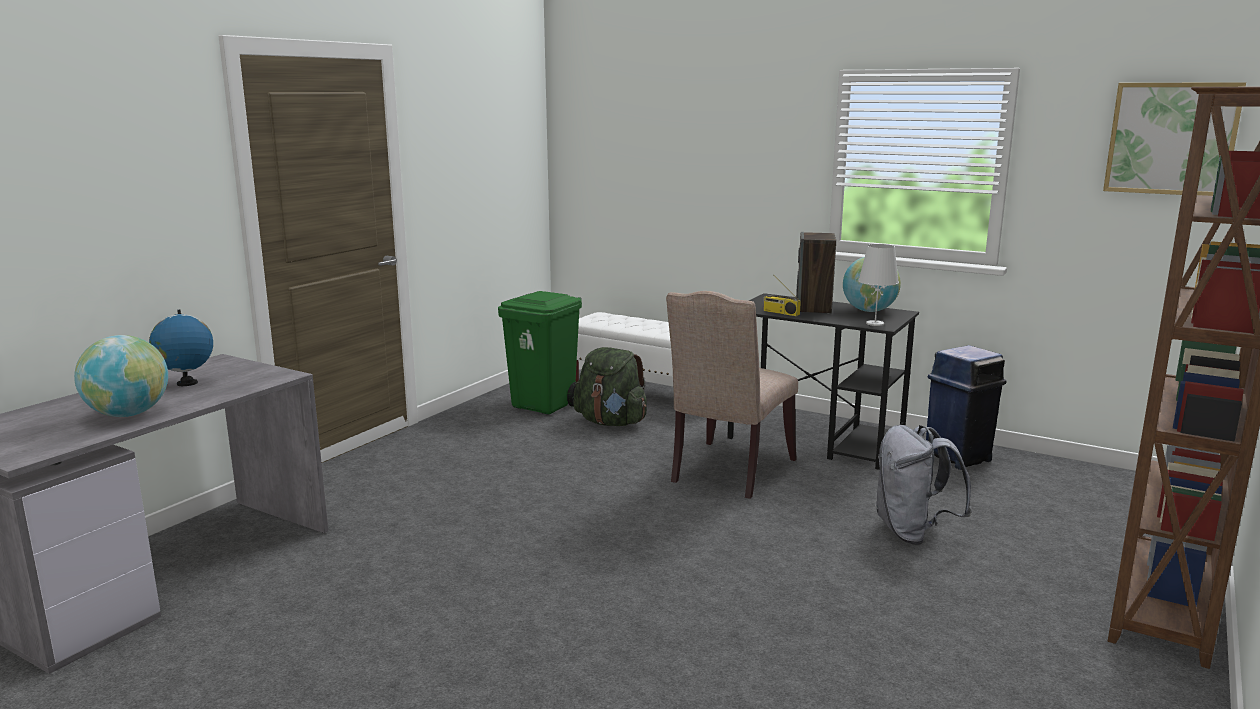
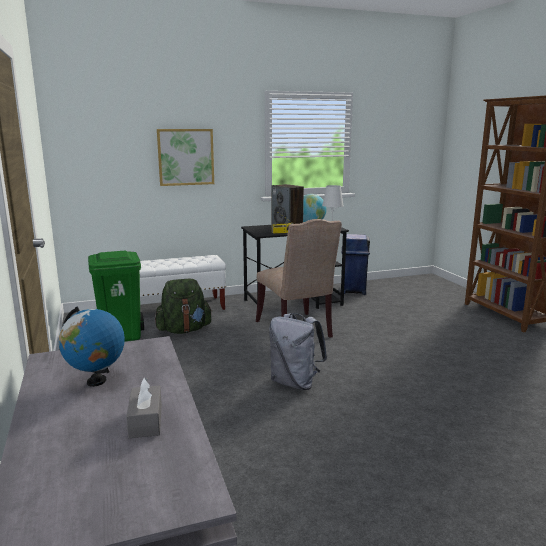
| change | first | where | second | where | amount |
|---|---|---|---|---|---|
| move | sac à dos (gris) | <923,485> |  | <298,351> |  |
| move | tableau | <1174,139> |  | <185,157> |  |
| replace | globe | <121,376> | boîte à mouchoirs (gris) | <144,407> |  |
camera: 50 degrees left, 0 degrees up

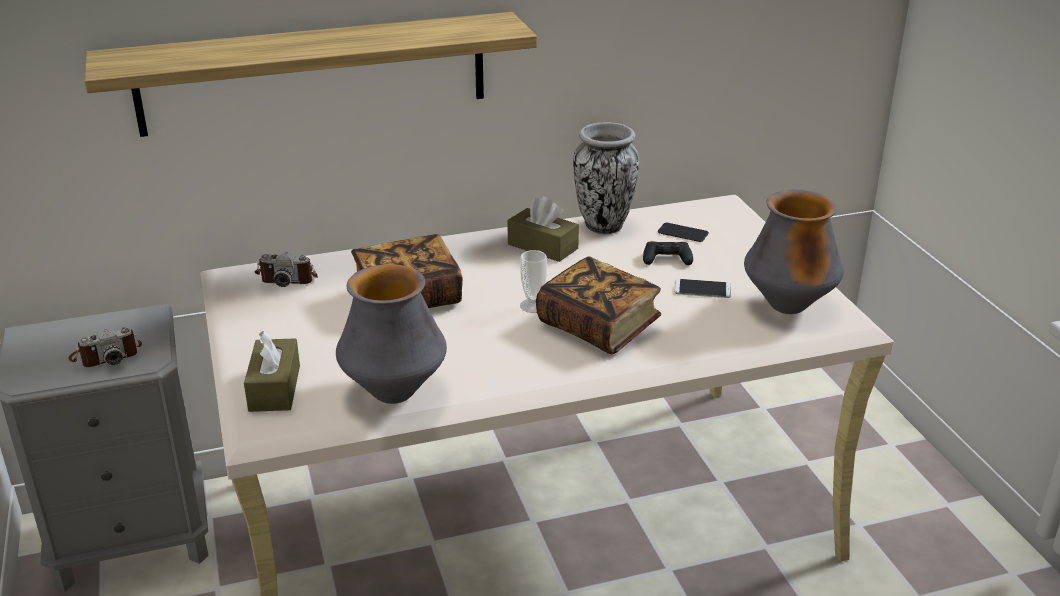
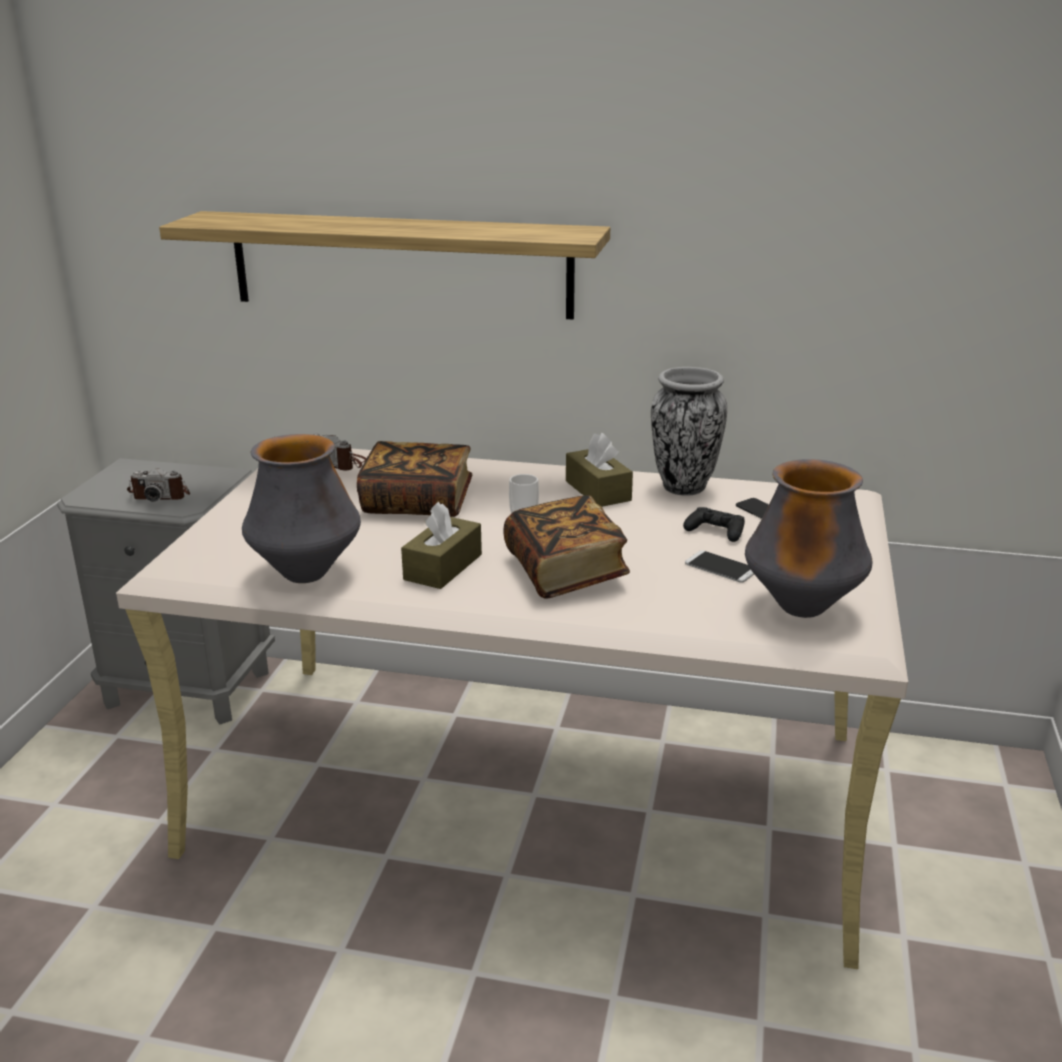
| change | first | where | second | where | amount |
|---|---|---|---|---|---|
| move | boîte à mouchoirs (marron) | <272,371> |  | <441,545> |  |
camera: 30 degrees right, 5 degrees down

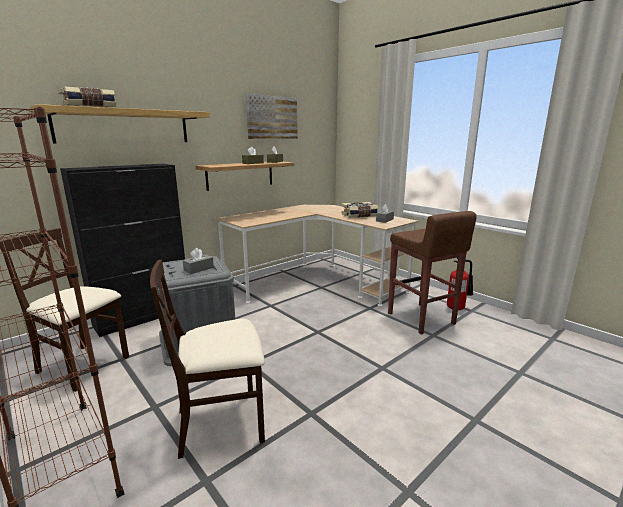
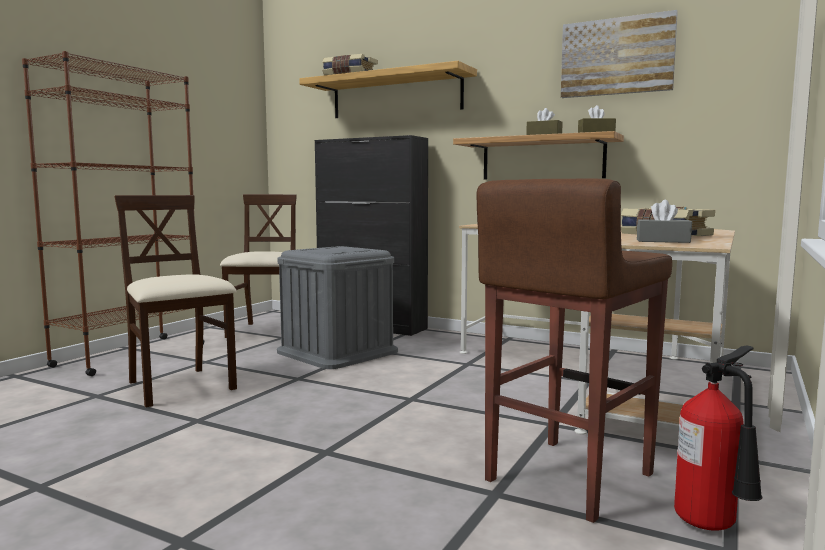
| change | first | where | second | where | amount |
|---|---|---|---|---|---|
| delete | boîte à mouchoirs (gris) | <198,261> |  |  |  |
camera: 70 degrees right, 10 degrees down

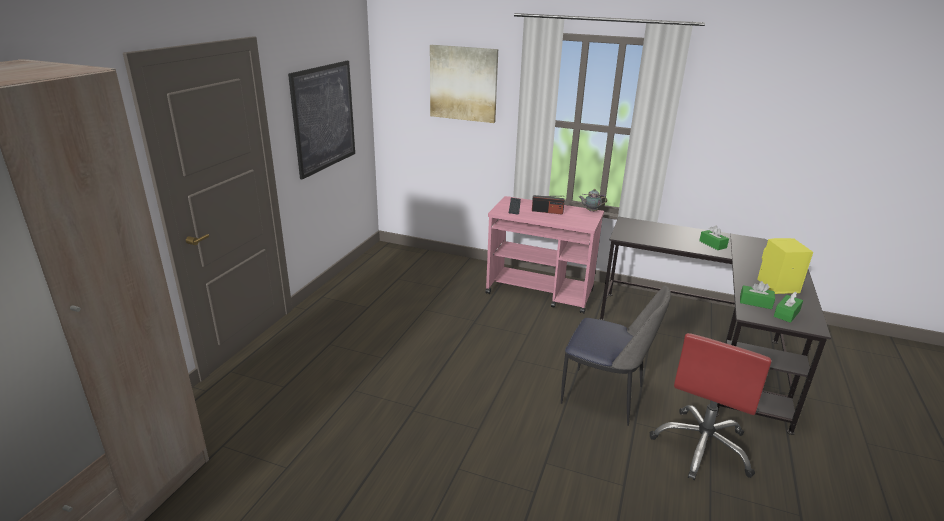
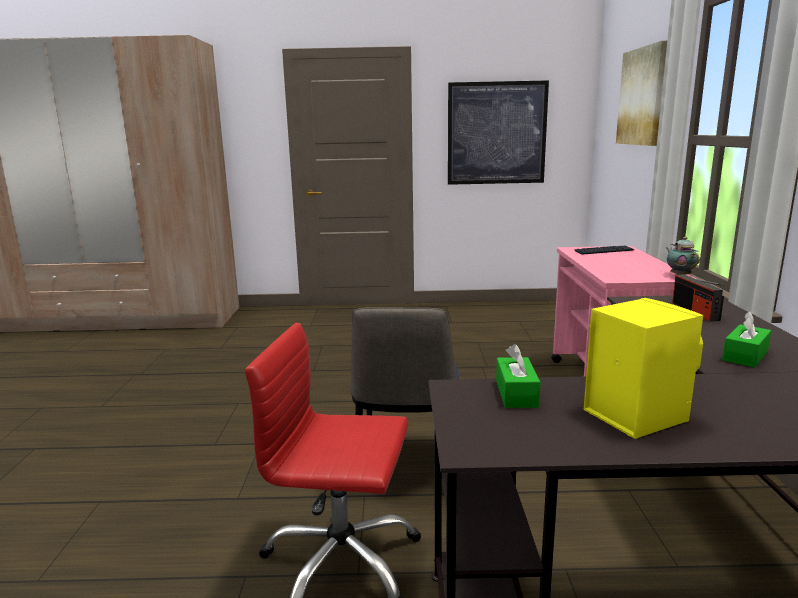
| change | first | where | second | where | amount |
|---|---|---|---|---|---|
| delete | boîte à mouchoirs (vert) | <788,307> |  |  |  |
| move | radio | <548,205> |  | <698,298> |  |
camera: 70 degrees right, 10 degrees down

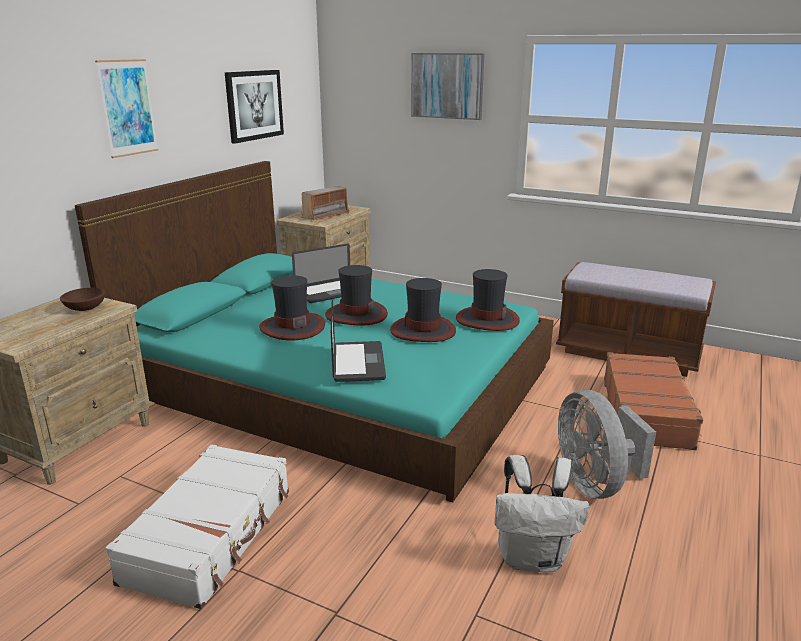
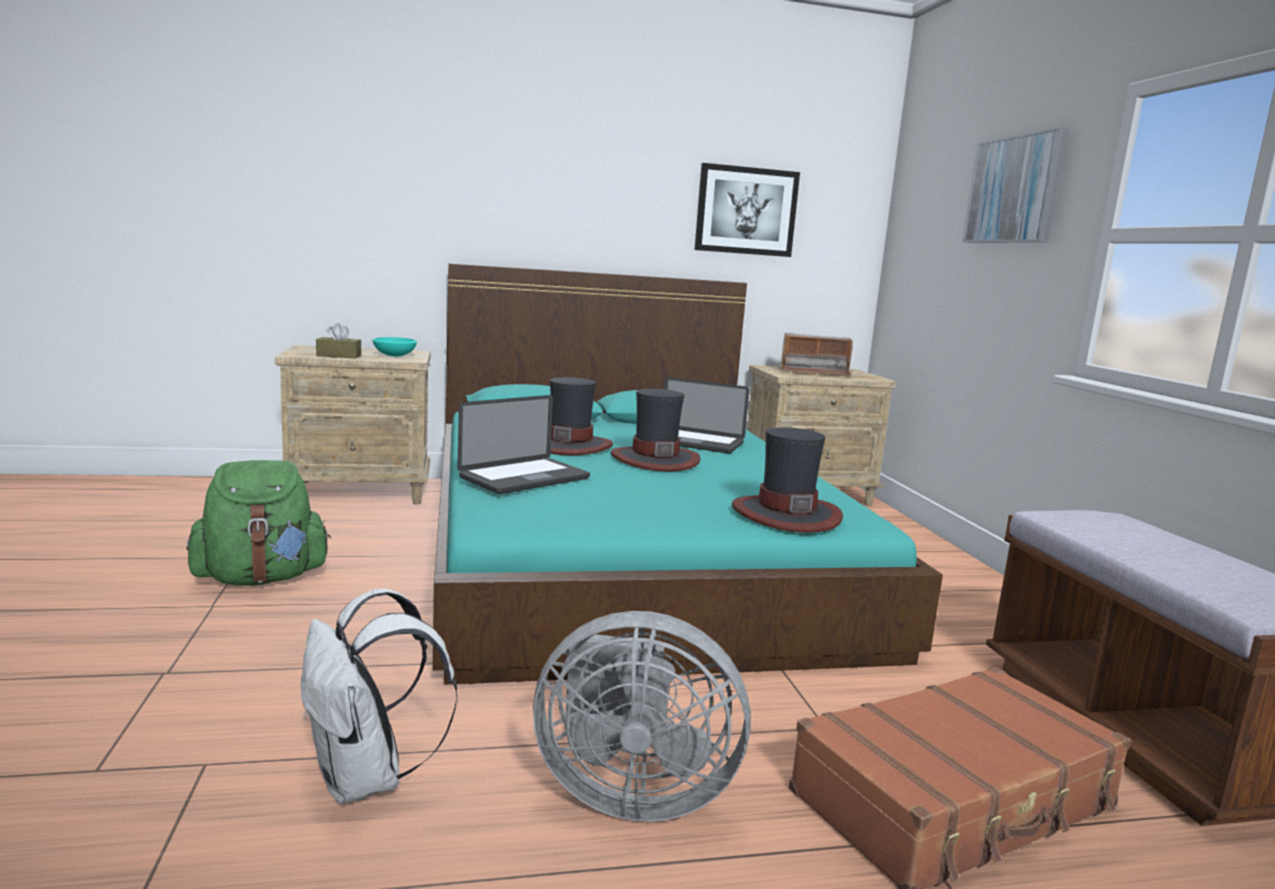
| change | first | where | second | where | amount |
|---|---|---|---|---|---|
| delete | tableau | <126,108> |  |  |  |
| delete | chapeau | <423,310> |  |  |  |
| insert |  |  | boîte à mouchoirs (marron) | <338,341> |  |
| replace | valise (blanc) | <197,526> | sac à dos (vert) | <258,523> |  |
| recolor | bol (marron) | <82,299> | bol (turquoise) | <394,346> |  |
| rotate | ventilateur (gris) | <607,444> |  | <642,716> | 120 degrees counterclockwise |
camera: 50 degrees right, 10 degrees down

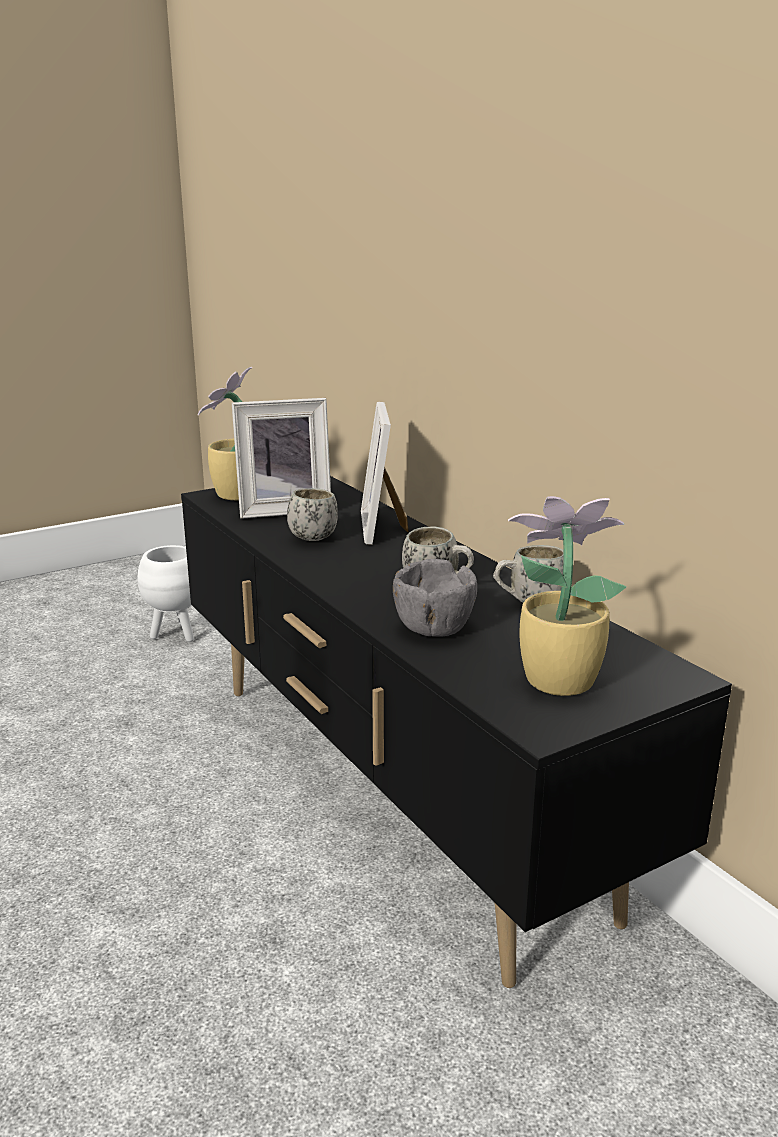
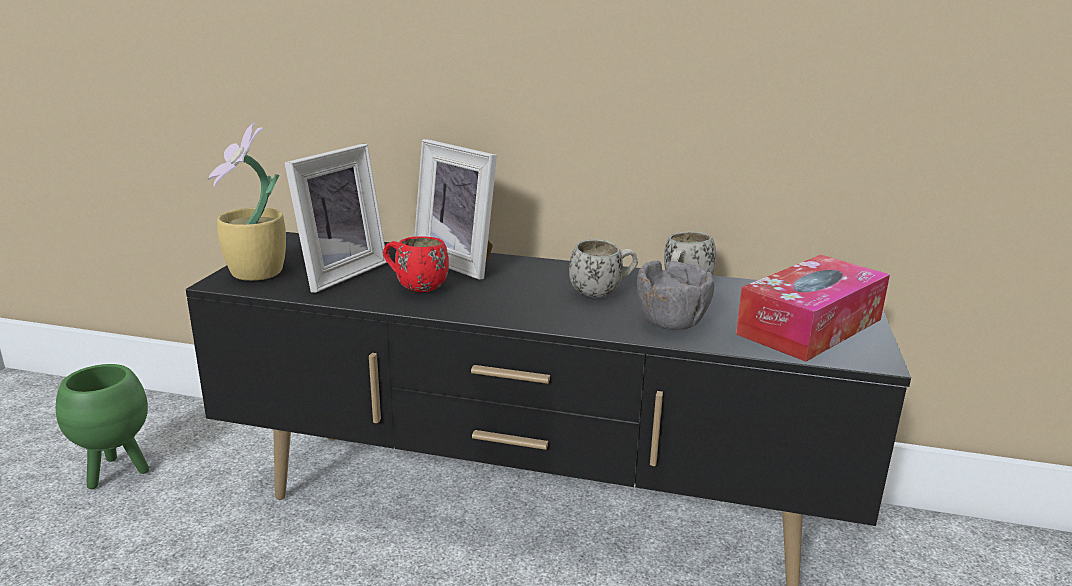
| change | first | where | second | where | amount |
|---|---|---|---|---|---|
| replace | plante en pot | <567,596> | boîte à mouchoirs | <813,308> |  |
| recolor | cache-pot (blanc) | <166,593> | cache-pot (vert) | <102,426> |  |
| recolor | mug (blanc) | <312,514> | mug (rouge) | <416,264> |  |
camera: 45 degrees left, 0 degrees up

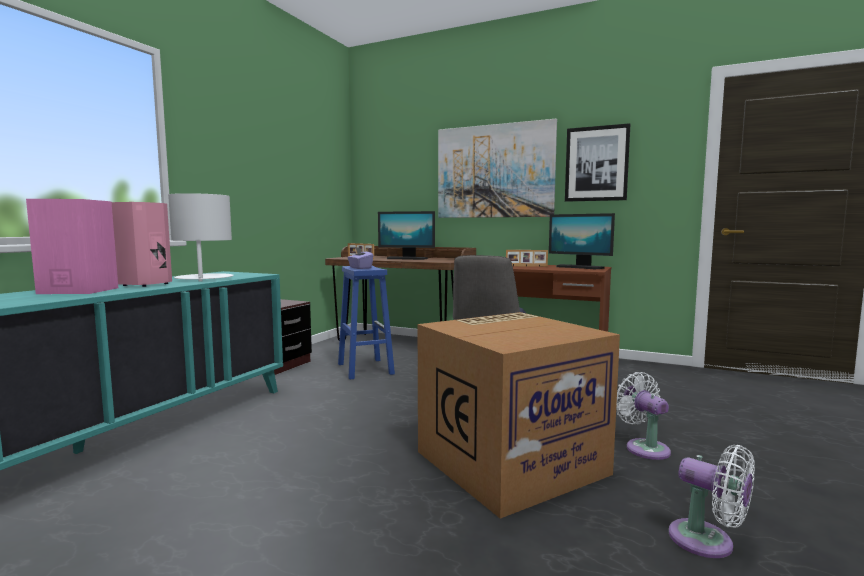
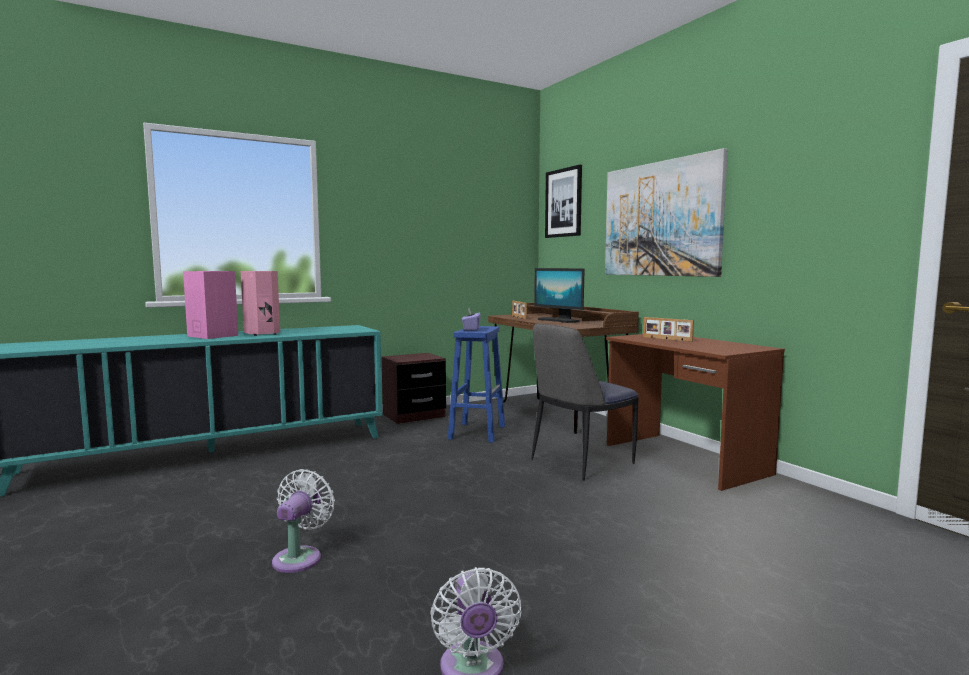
| change | first | where | second | where | amount |
|---|---|---|---|---|---|
| delete | lampe de table (blanc) | <201,237> |  |  |  |
| delete | carton | <519,415> |  |  |  |
| delete | écran d'ordinateur | <582,241> |  |  |  |
| move | tableau | <597,162> |  | <563,201> |  |
| move | ventilateur (blanc) | <643,416> |  | <303,521> |  |
camera: 35 degrees right, 0 degrees up

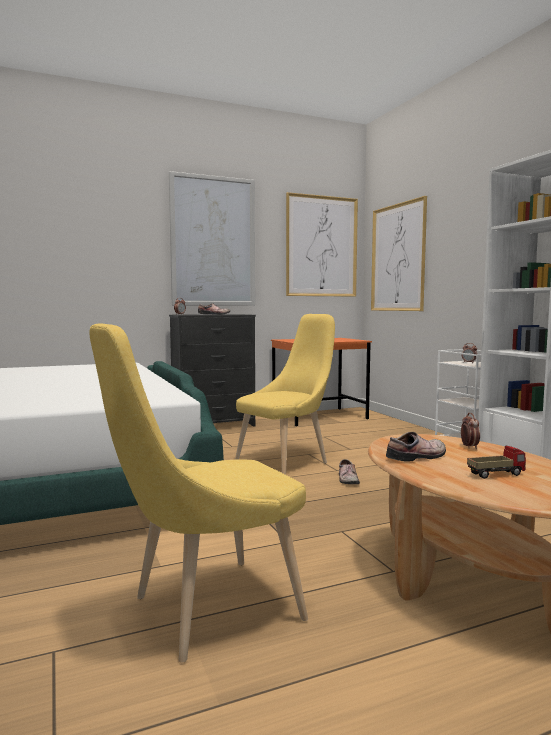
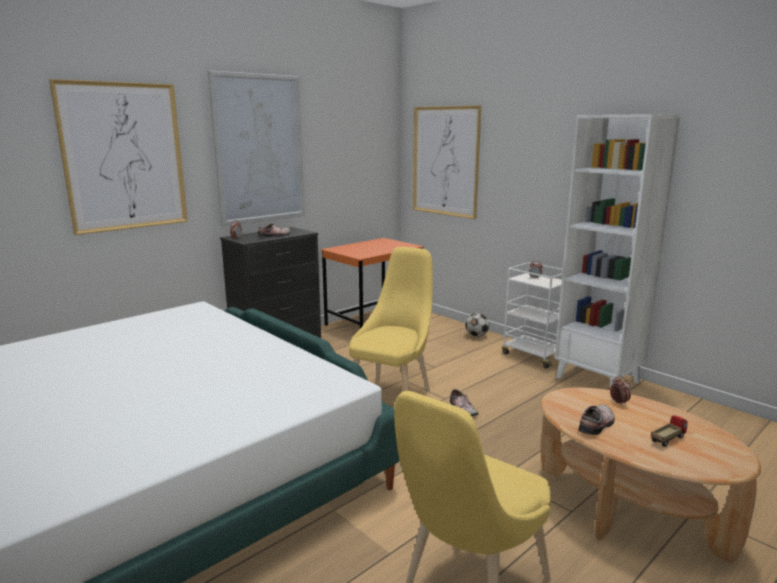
| change | first | where | second | where | amount |
|---|---|---|---|---|---|
| insert |  |  | ballon de foot | <477,325> |  |
| move | tableau | <322,244> |  | <118,157> |  |
camera: 20 degrees left, 10 degrees up

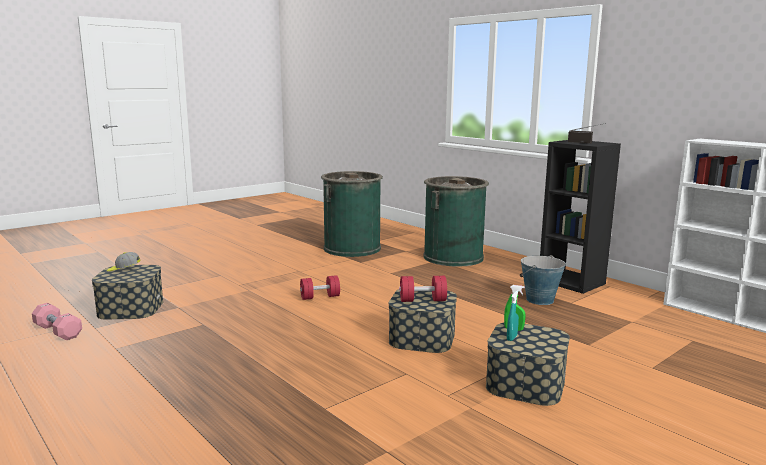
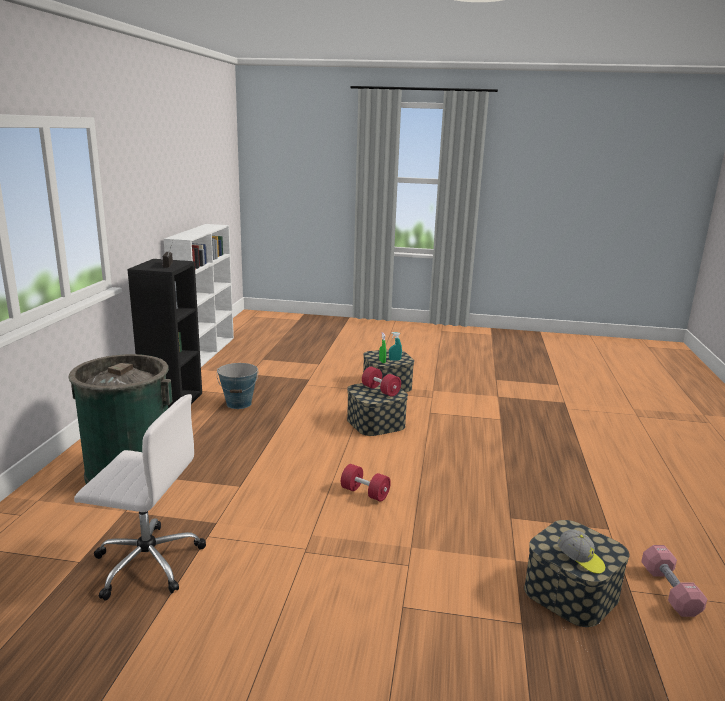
| change | first | where | second | where | amount |
|---|---|---|---|---|---|
| replace | poubelle (vert) | <352,214> | chaise de bureau (blanc) | <140,497> |  |
camera: 130 degrees left, 5 degrees up

